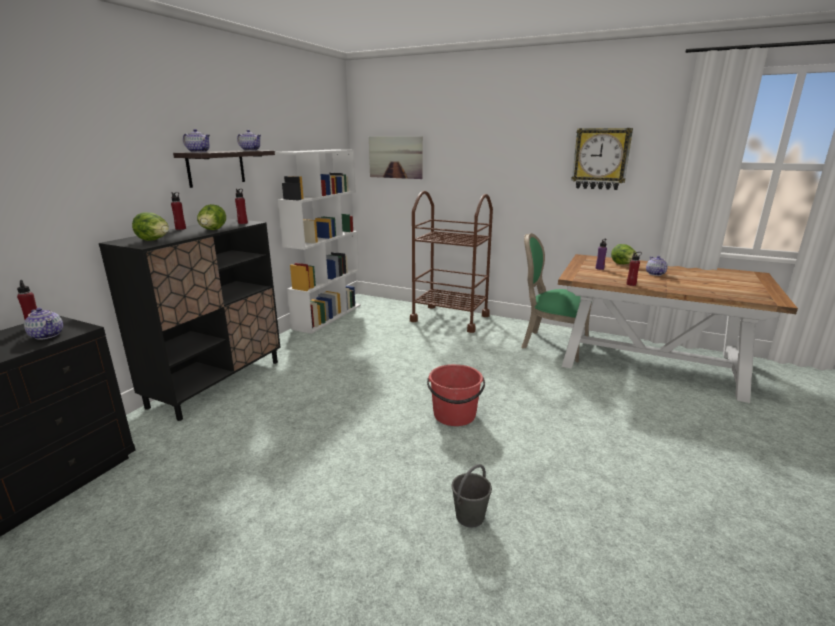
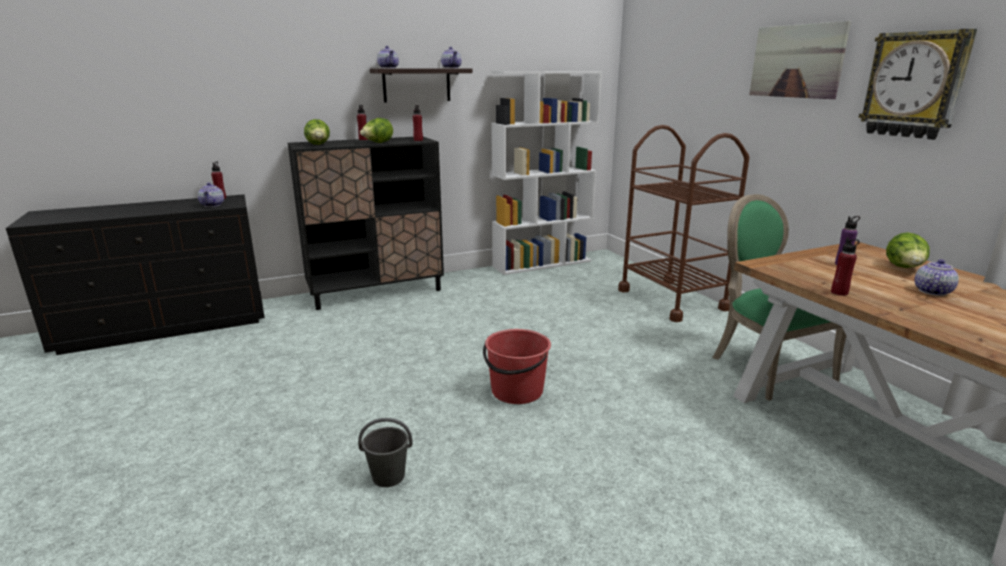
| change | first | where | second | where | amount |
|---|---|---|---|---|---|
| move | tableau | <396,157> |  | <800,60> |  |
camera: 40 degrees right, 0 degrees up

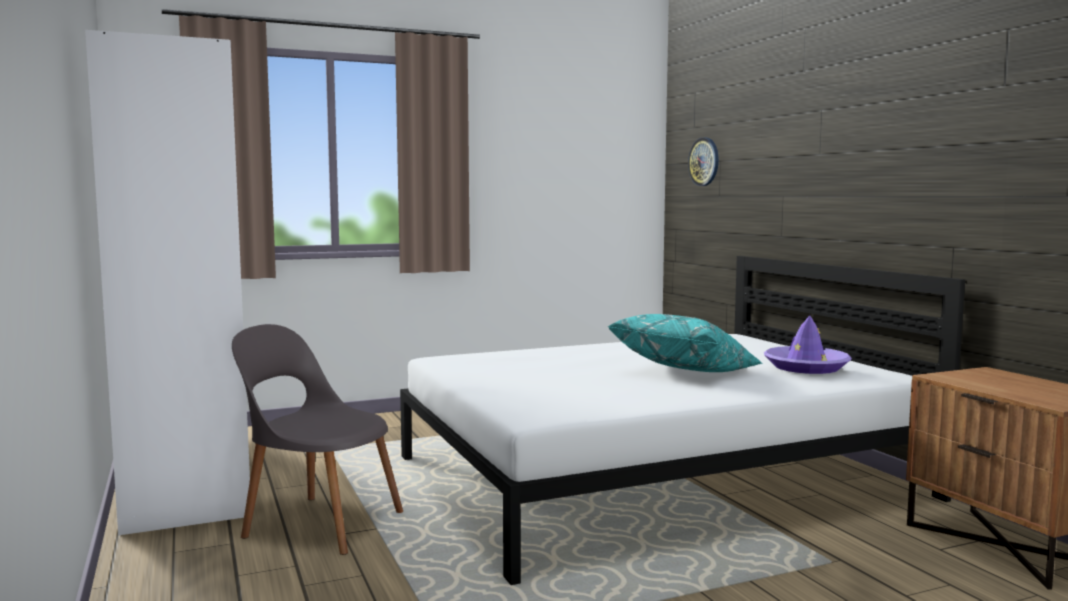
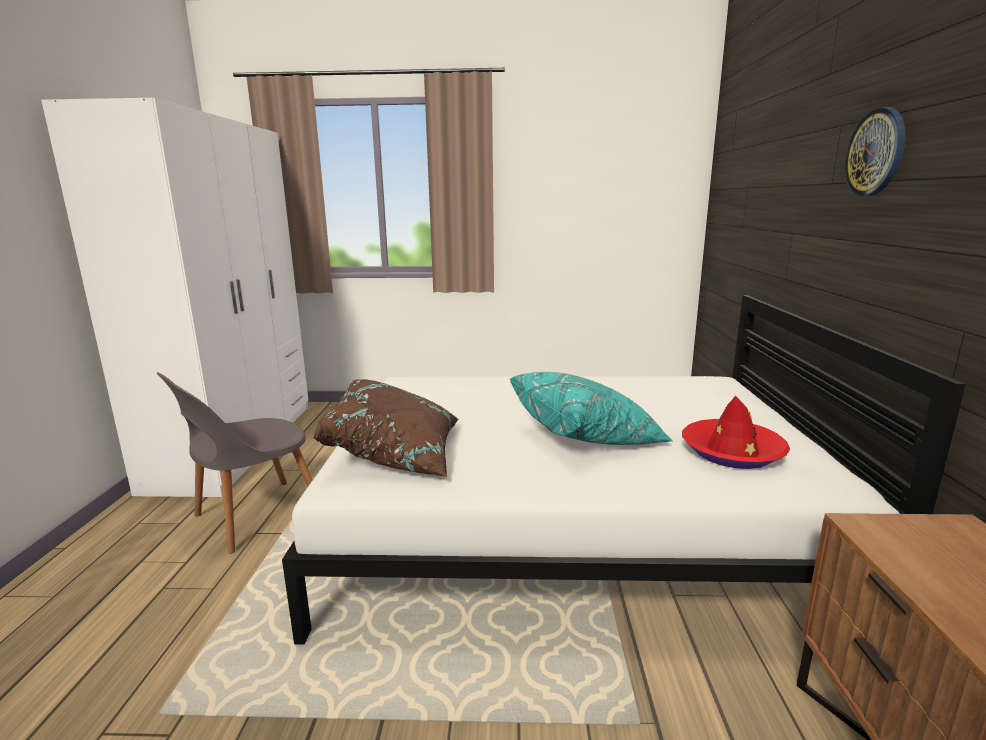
| change | first | where | second | where | amount |
|---|---|---|---|---|---|
| insert |  |  | coussin (marron) | <386,428> |  |
| move | horloge murale | <703,161> |  | <875,151> |  |
| recolor | chapeau (violet) | <808,344> | chapeau (rouge) | <736,432> |  |
| rotate | chaise (gris) | <317,439> |  | <234,463> | 90 degrees counterclockwise |
camera: 25 degrees right, 10 degrees up

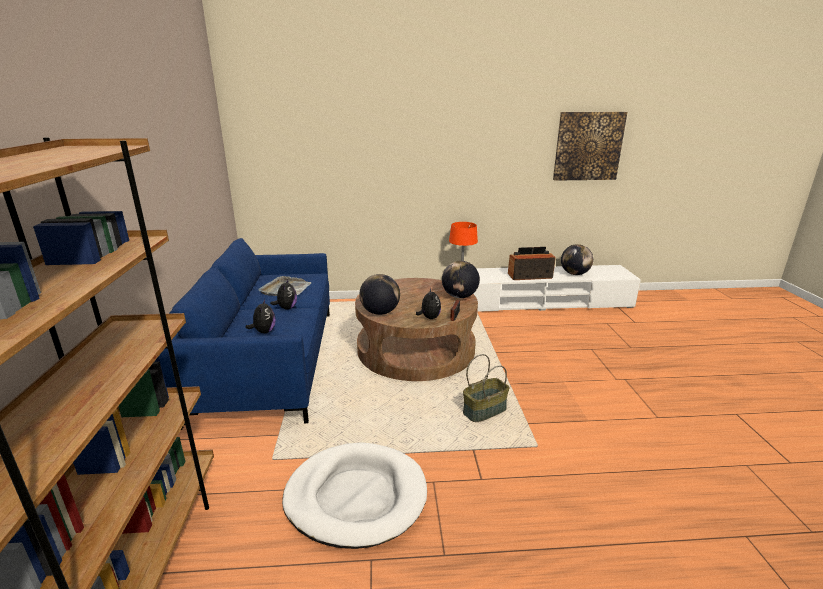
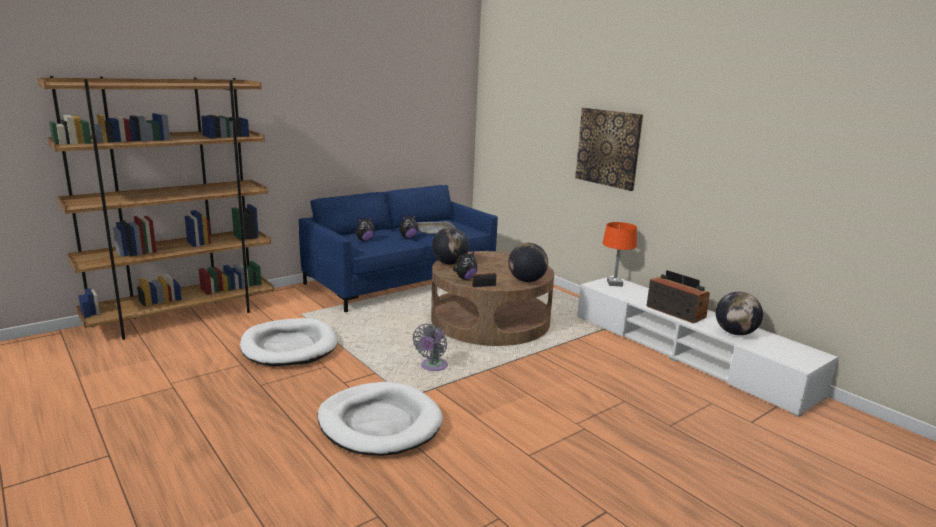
| change | first | where | second | where | amount |
|---|---|---|---|---|---|
| insert |  |  | panier pour chien (blanc) | <380,419> |  |
| move | tableau | <590,146> |  | <609,149> |  |
| replace | panier | <486,388> | ventilateur (gris) | <430,347> |  |
camera: 55 degrees right, 5 degrees down

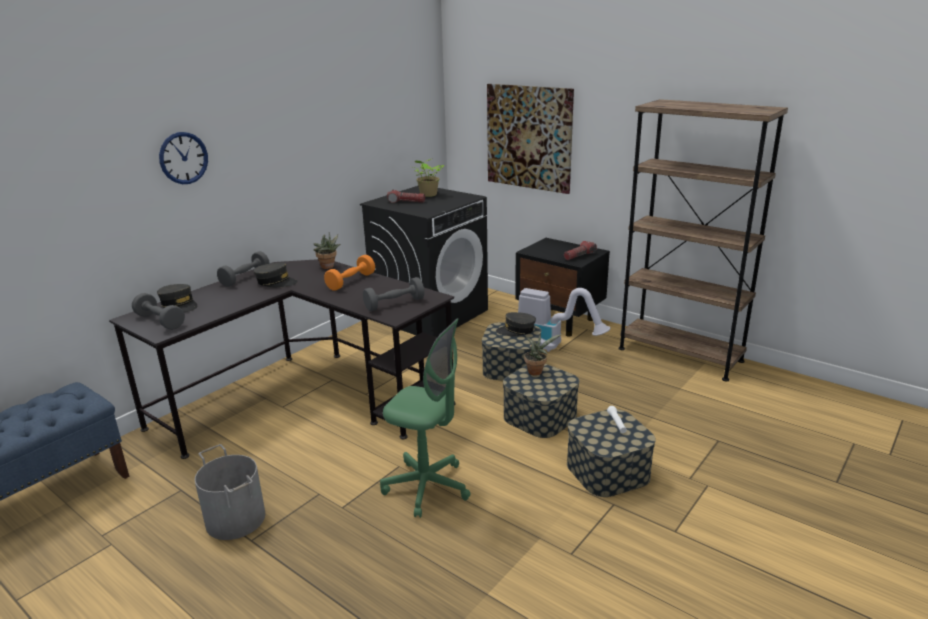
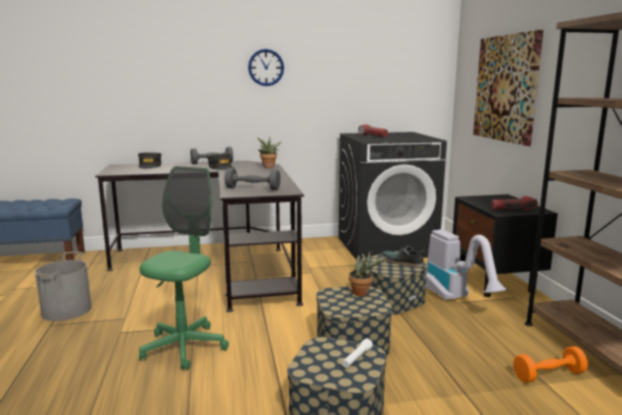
| change | first | where | second | where | amount |
|---|---|---|---|---|---|
| delete | haltère (gris) | <158,311> |  |  |  |
| delete | plante en pot | <428,178> |  |  |  |
| move | horloge murale | <183,158> |  | <266,67> |  |
| move | haltère (orange) | <349,273> |  | <550,364> |  |
| replace | casquette (gris) | <516,324> | chaussure | <403,257> |  |
| rotate | chaise de bureau (vert) | <425,418> |  | <184,268> | 135 degrees counterclockwise |
camera: 40 degrees right, 10 degrees down

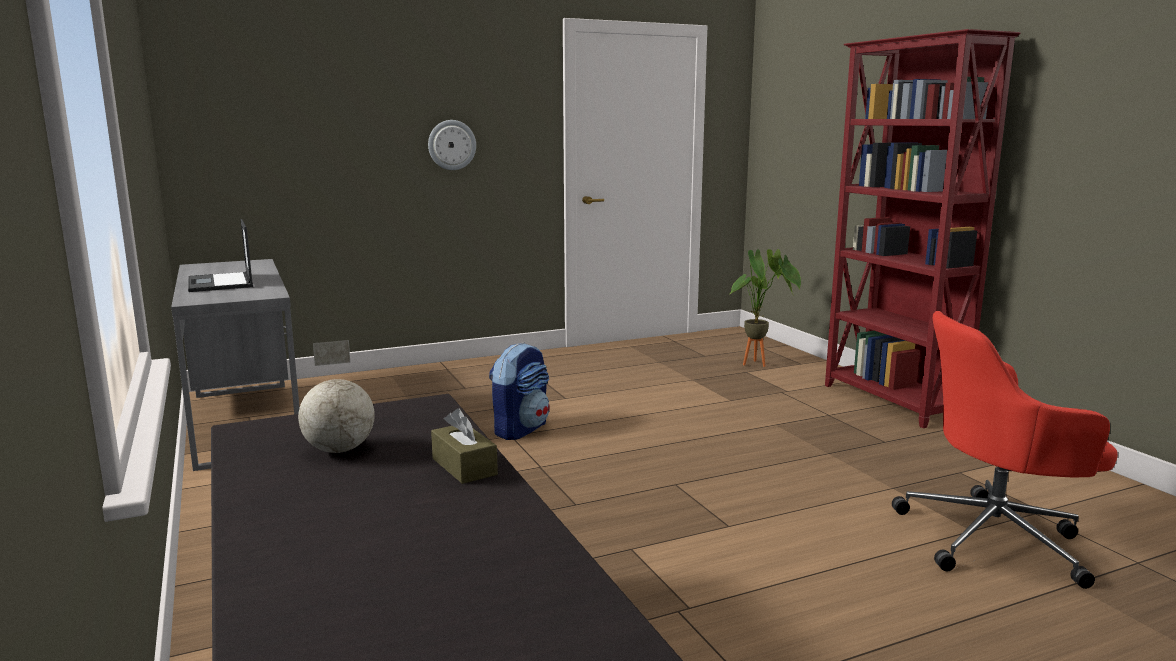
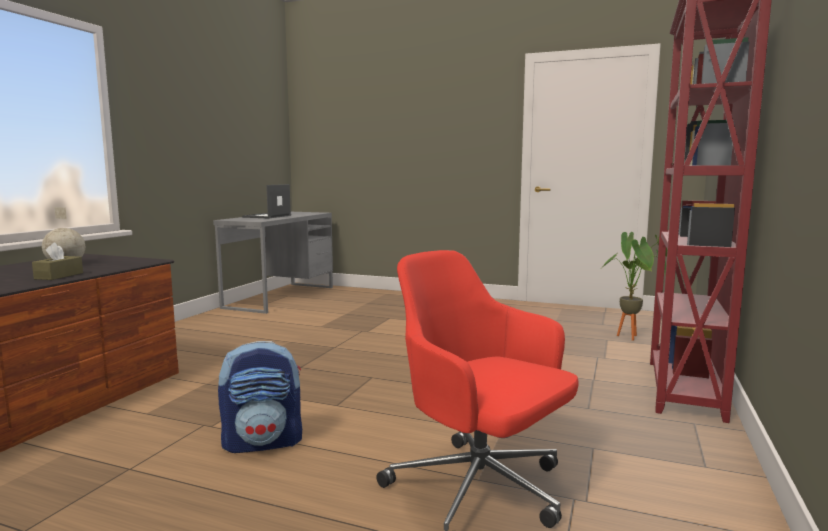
| change | first | where | second | where | amount |
|---|---|---|---|---|---|
| delete | horloge murale | <452,145> |  |  |  |
| move | sac à dos | <519,391> |  | <260,397> |  |
camera: 45 degrees right, 5 degrees down

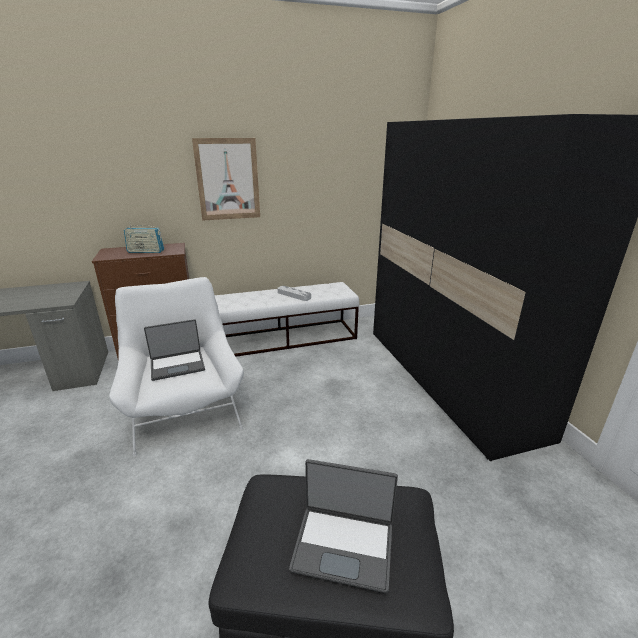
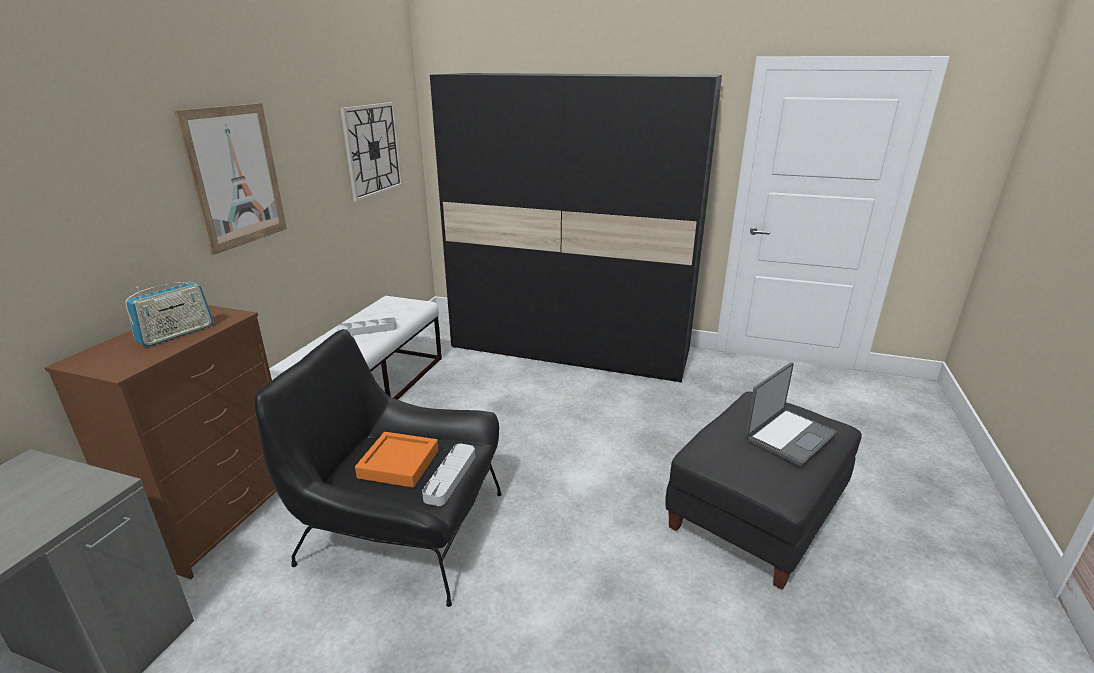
| change | first | where | second | where | amount |
|---|---|---|---|---|---|
| insert |  |  | horloge murale | <371,152> |  |
| insert |  |  | plateau (gris) | <448,474> |  |
| replace | ordinateur portable | <174,350> | plateau (orange) | <396,460> |  |
| recolor | fauteuil (blanc) | <176,367> | fauteuil (noir) | <378,468> |  |
camera: 55 degrees left, 0 degrees up

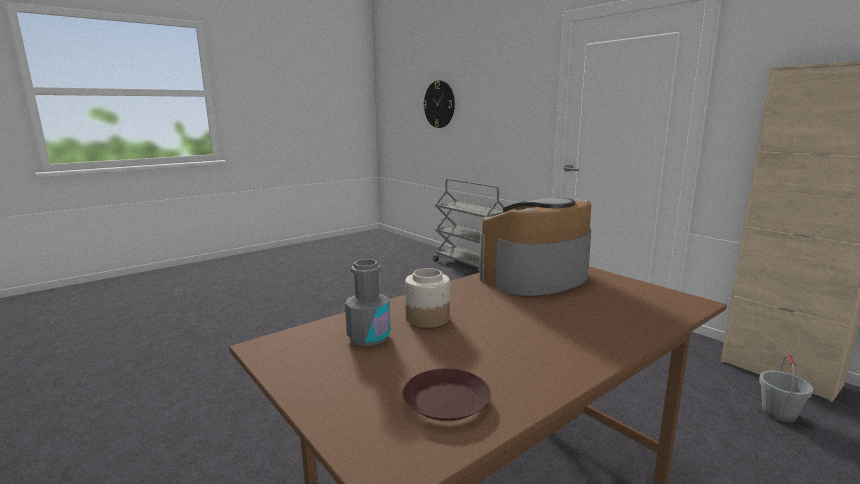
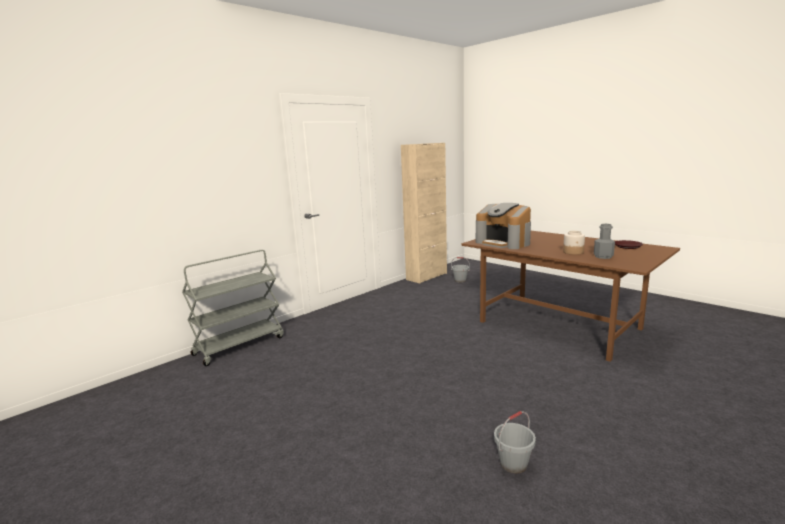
| change | first | where | second | where | amount |
|---|---|---|---|---|---|
| delete | horloge murale | <439,104> |  |  |  |
| insert |  |  | seau (gris) | <515,442> |  |
camera: 95 degrees left, 0 degrees up

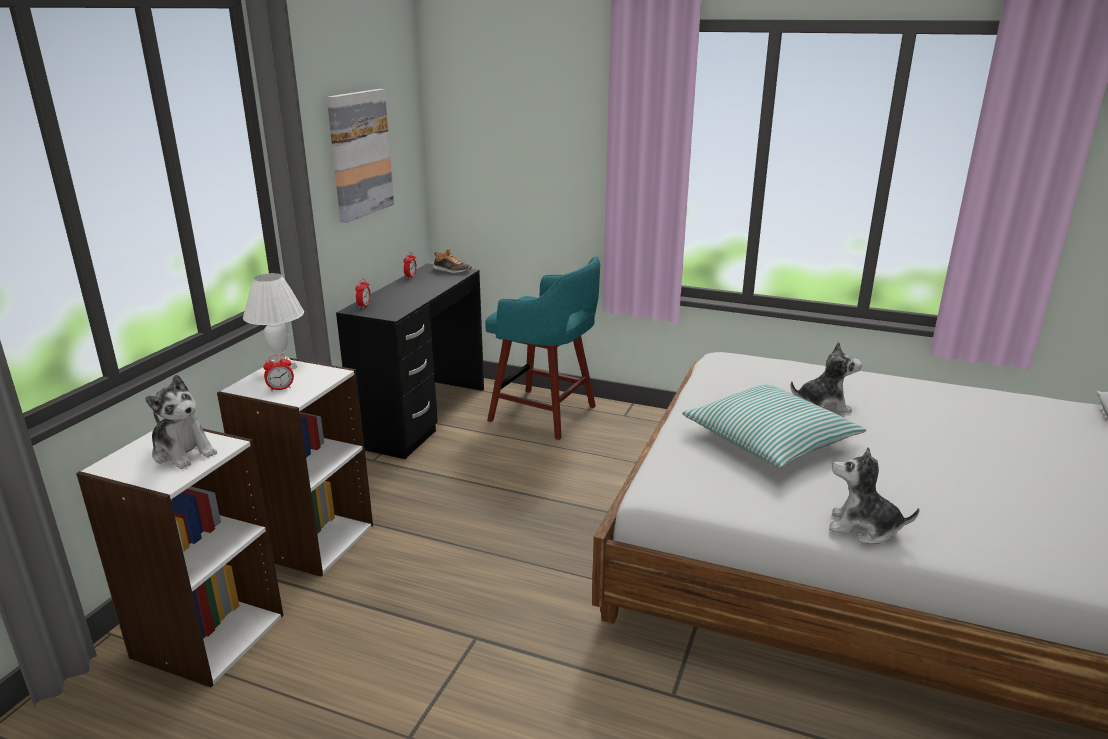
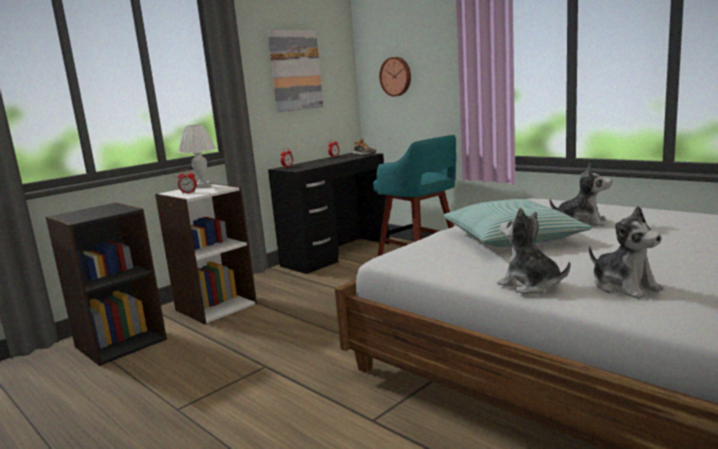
| change | first | where | second | where | amount |
|---|---|---|---|---|---|
| insert |  |  | horloge murale | <395,76> |  |
| move | peluche | <181,421> |  | <626,252> |  |
| recolor | bibliothèque (blanc) | <180,557> | bibliothèque (noir) | <106,284> |  |
camera: 25 degrees right, 10 degrees down

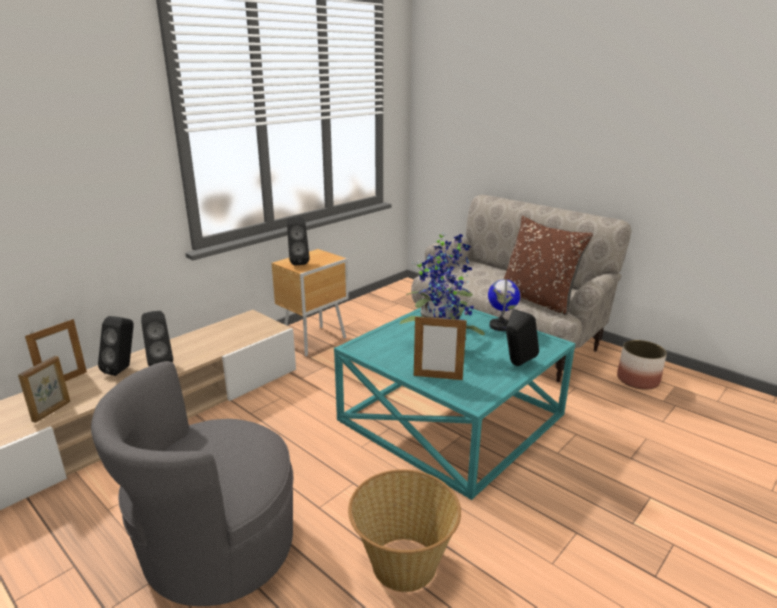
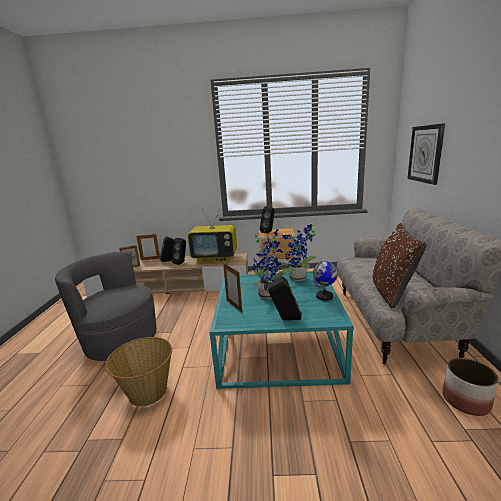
| change | first | where | second | where | amount |
|---|---|---|---|---|---|
| insert |  |  | téléviseur | <212,236> |  |
| insert |  |  | horloge murale | <426,154> |  |
camera: 50 degrees right, 5 degrees down

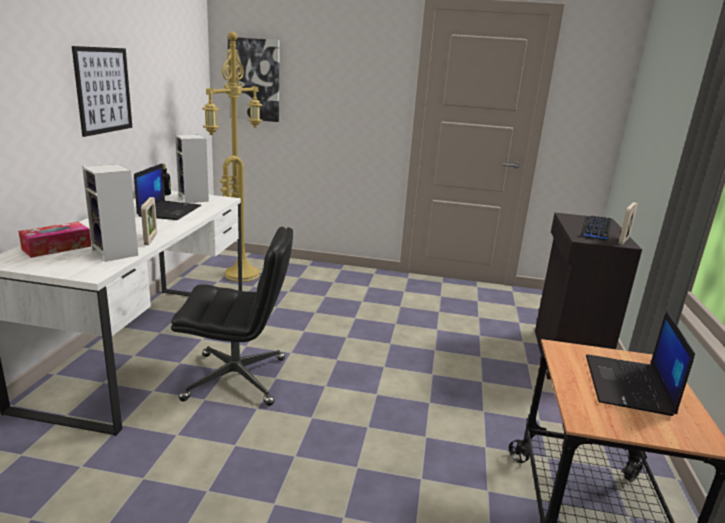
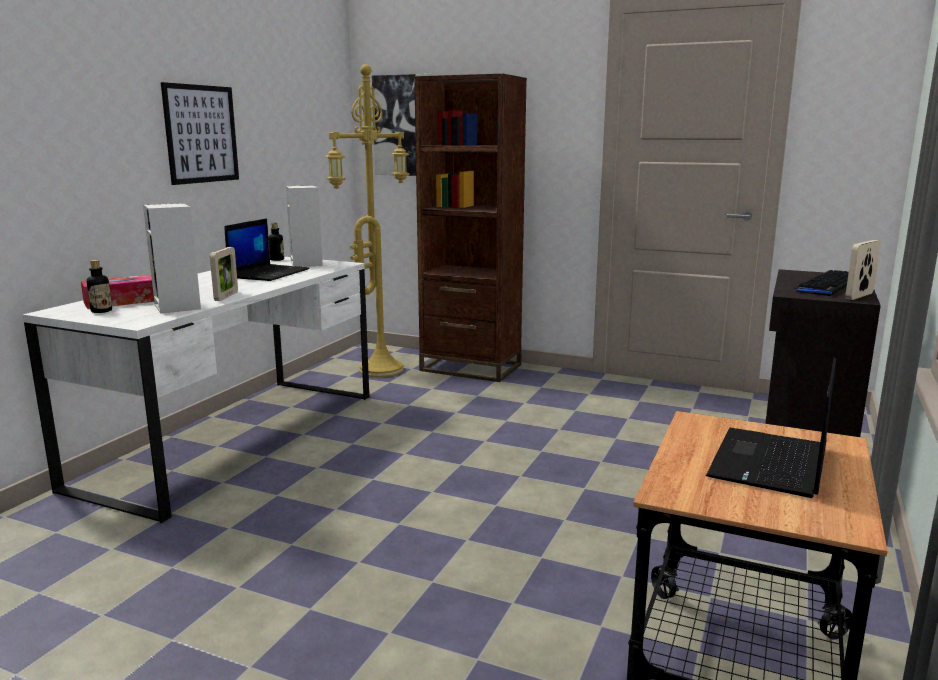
| change | first | where | second | where | amount |
|---|---|---|---|---|---|
| delete | chaise de bureau (noir) | <232,316> |  |  |  |
| insert |  |  | bouteille | <99,286> |  |
| insert |  |  | bibliothèque (marron) | <470,228> |  |
camera: 15 degrees right, 5 degrees down

